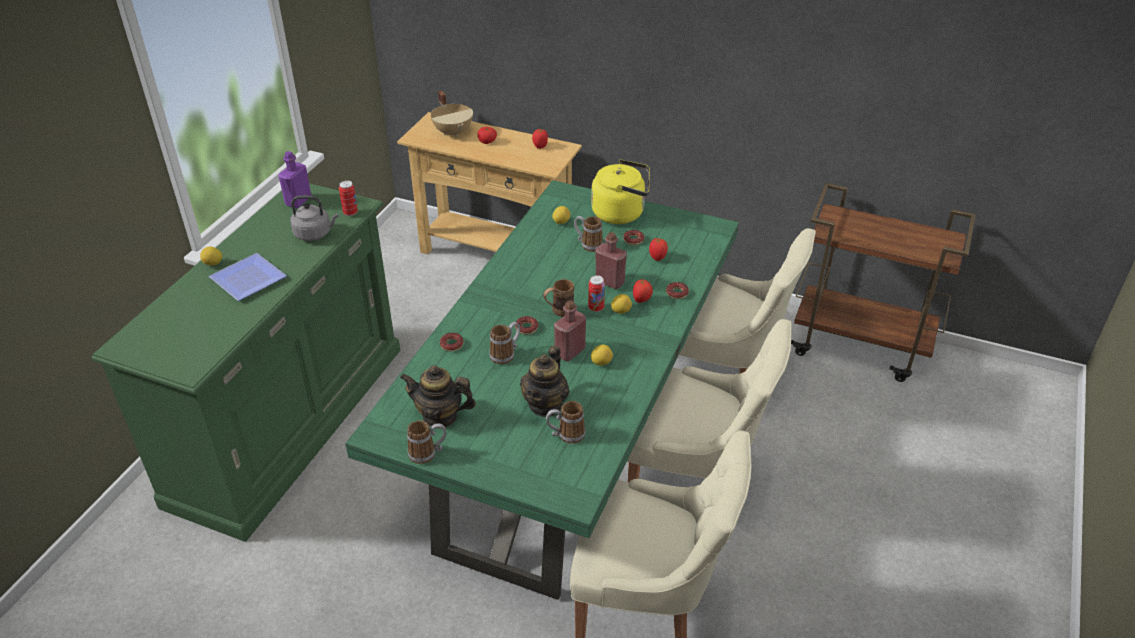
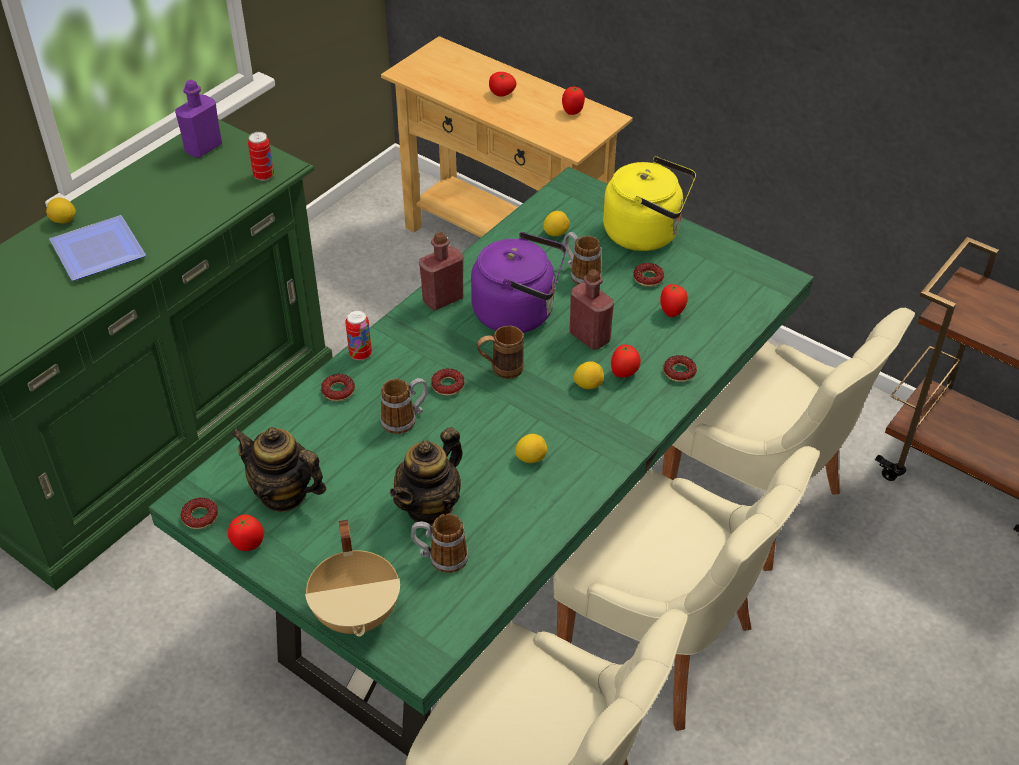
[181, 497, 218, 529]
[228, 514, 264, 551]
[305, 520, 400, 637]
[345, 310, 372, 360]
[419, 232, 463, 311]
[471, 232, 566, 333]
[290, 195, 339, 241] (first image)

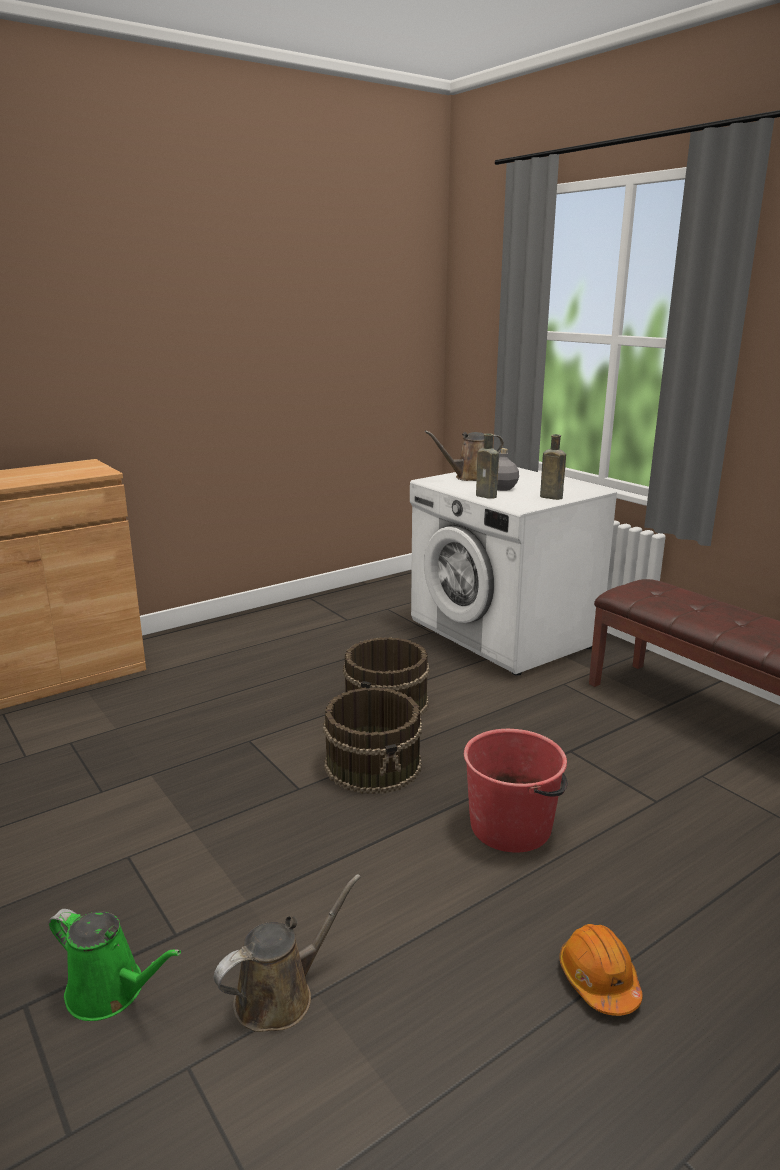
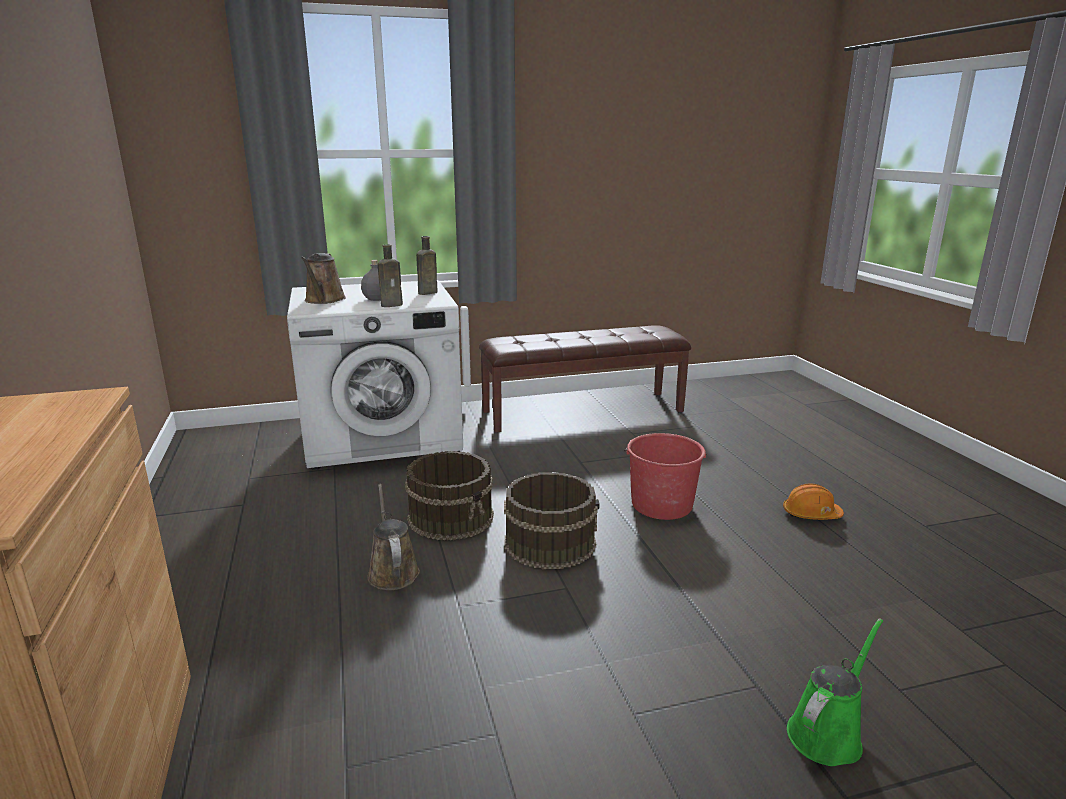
[367, 484, 420, 590]

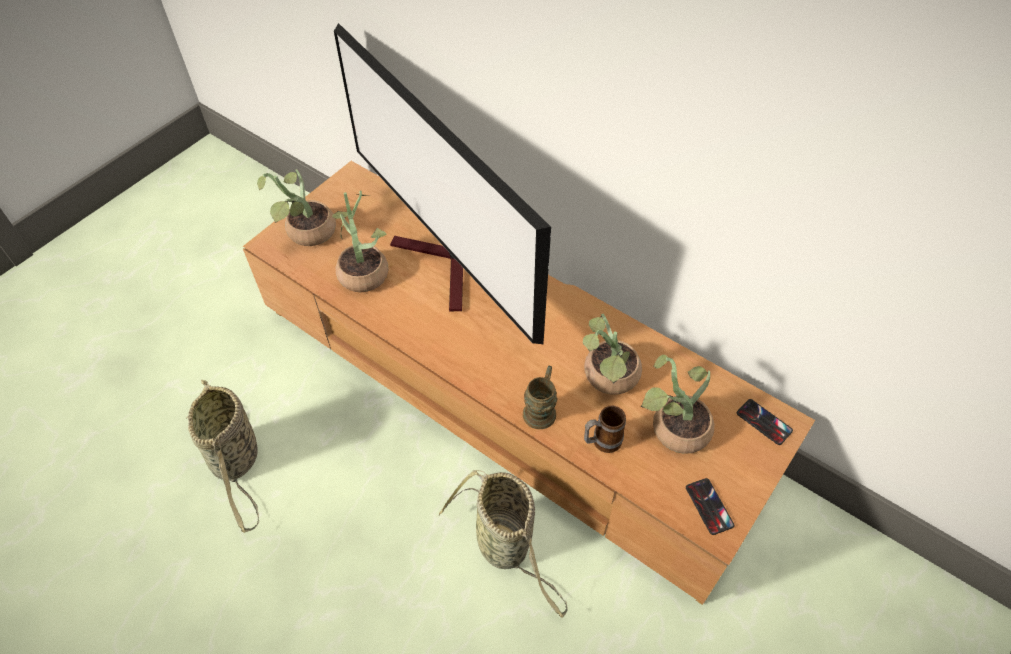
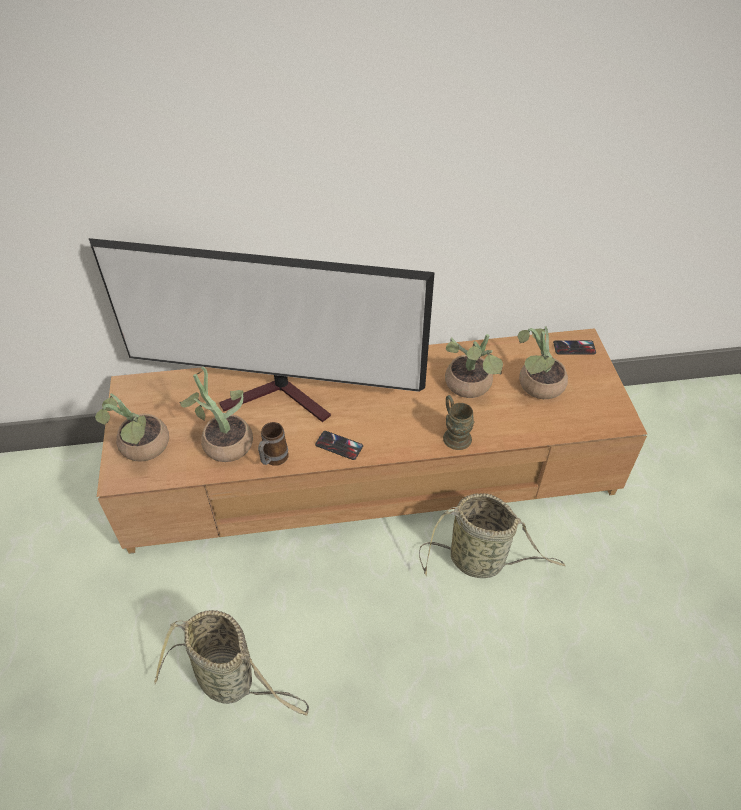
[258, 422, 289, 466]
[315, 431, 363, 460]

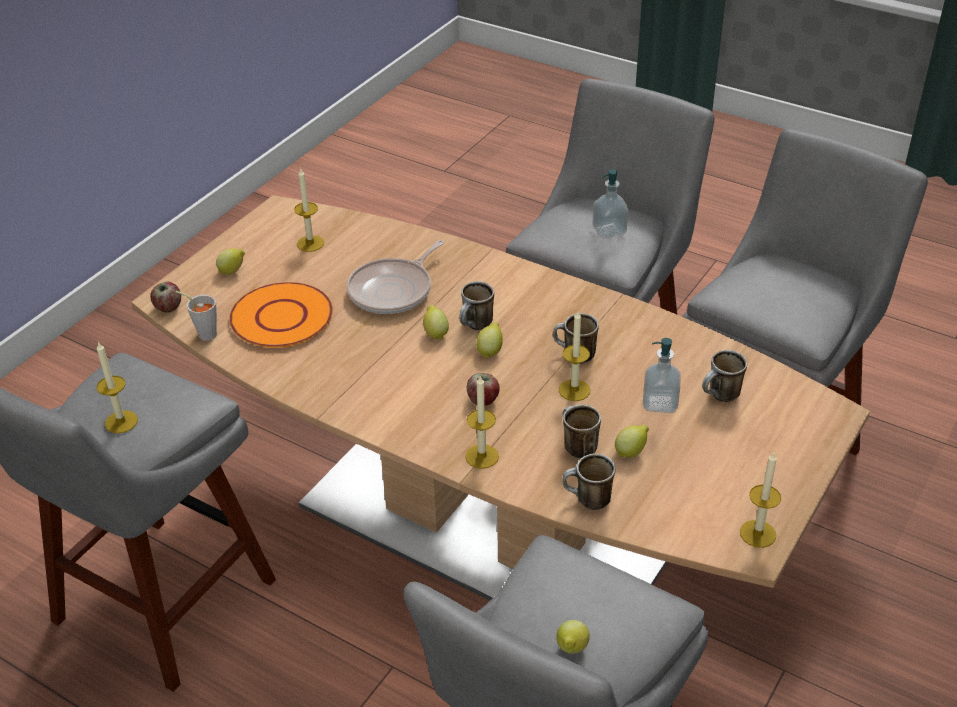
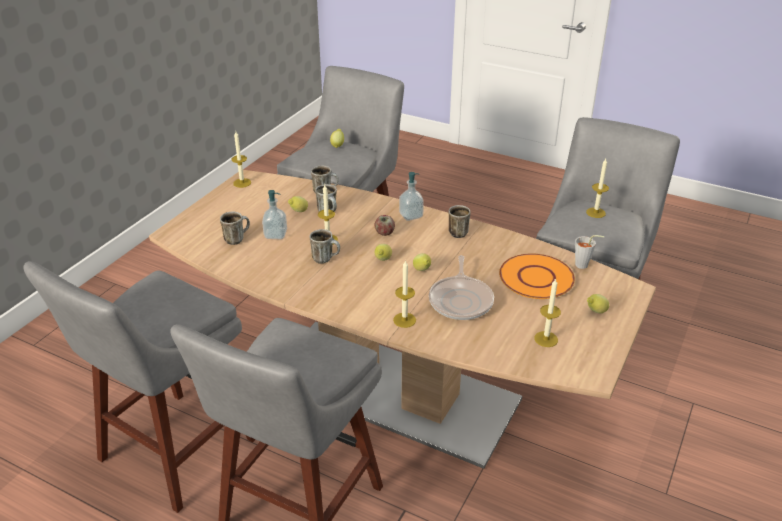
[393, 260, 416, 328]
[399, 172, 424, 221]
[429, 255, 494, 320]
[448, 205, 471, 238]
[150, 282, 181, 312] (first image)

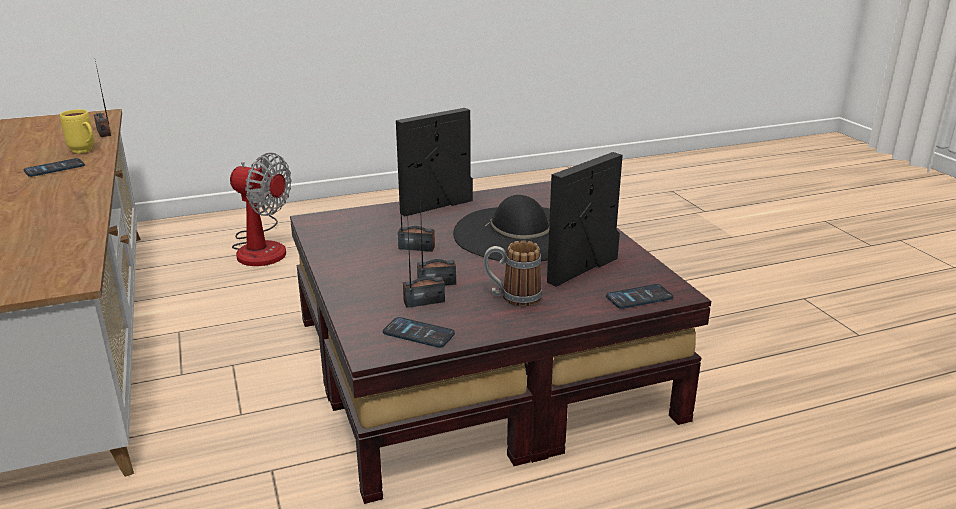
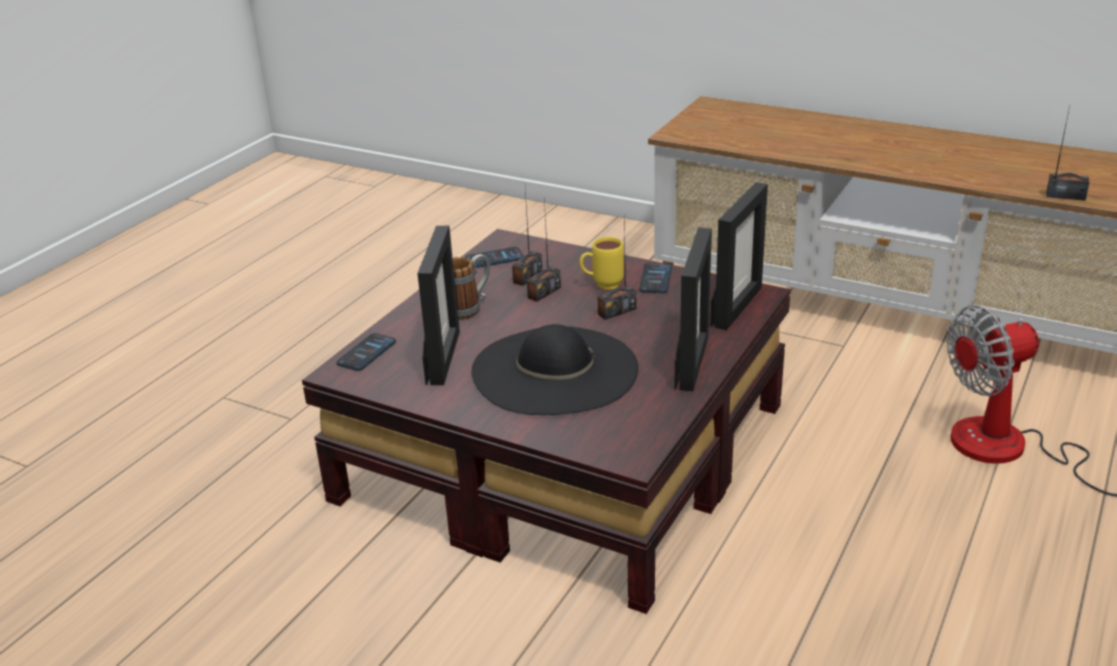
[579, 237, 624, 290]
[639, 263, 672, 293]
[710, 182, 768, 330]

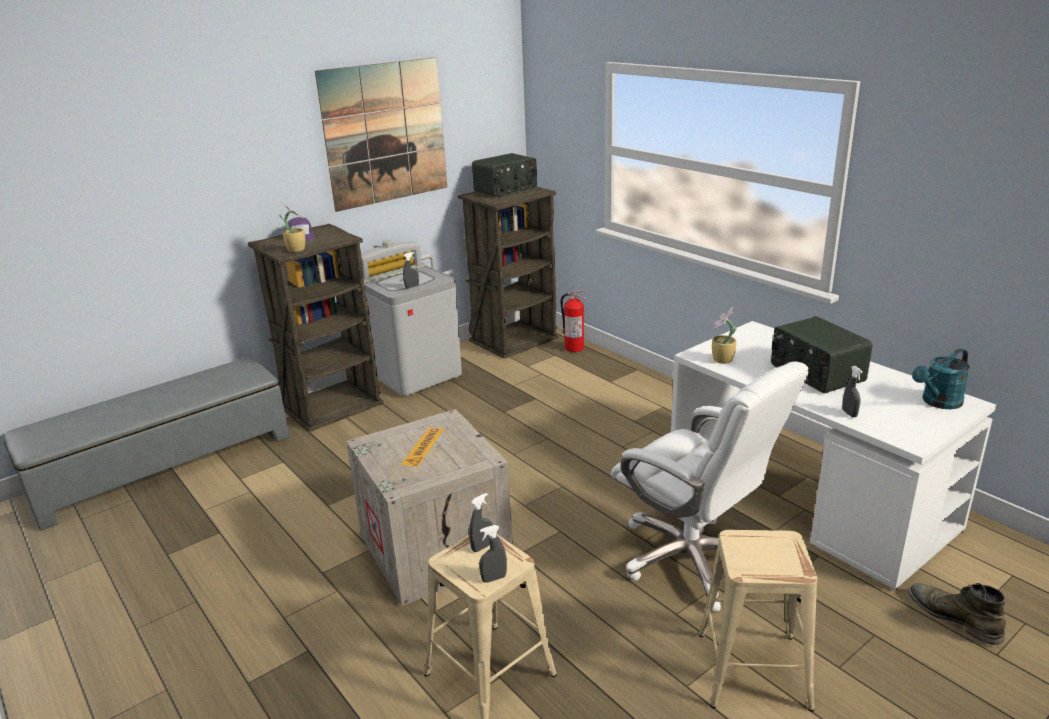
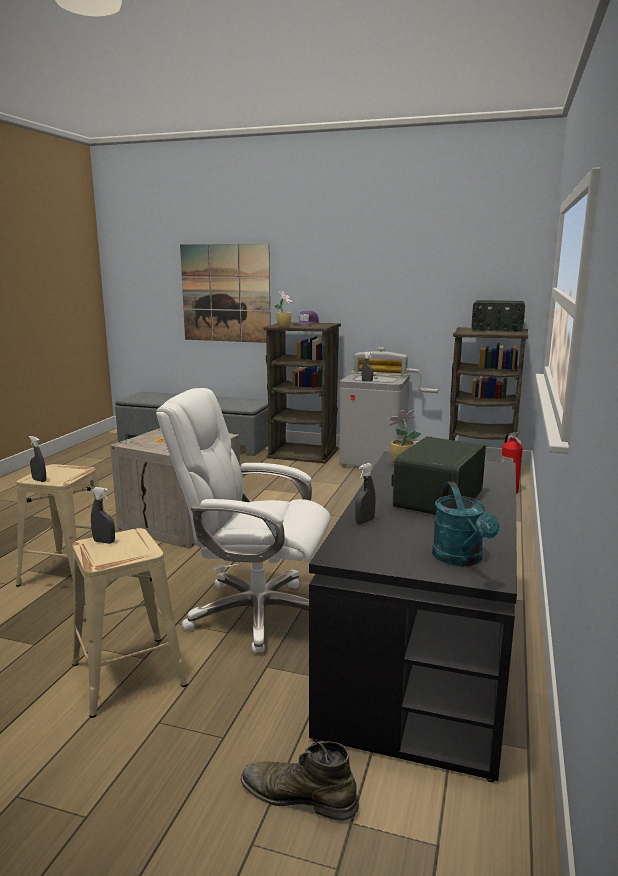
[91, 487, 115, 544]
[156, 388, 331, 653]
[180, 244, 271, 343]
[241, 741, 359, 821]
[309, 451, 517, 782]
[432, 482, 500, 566]

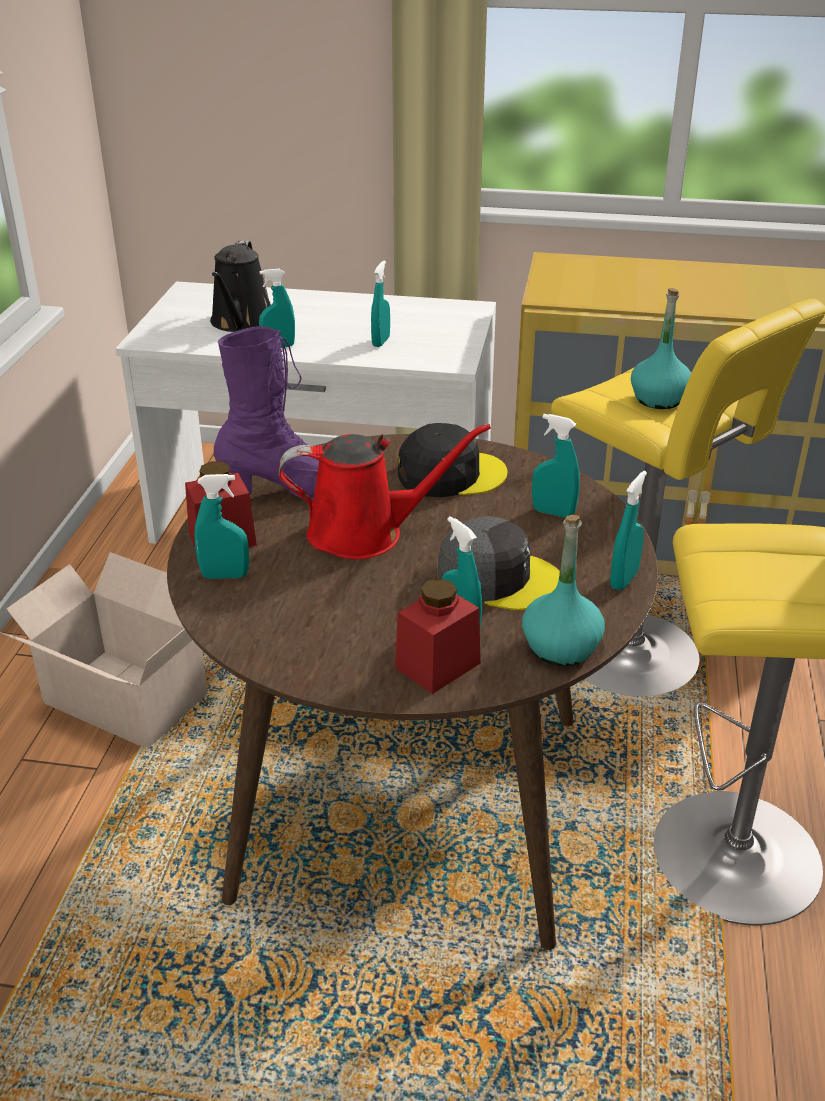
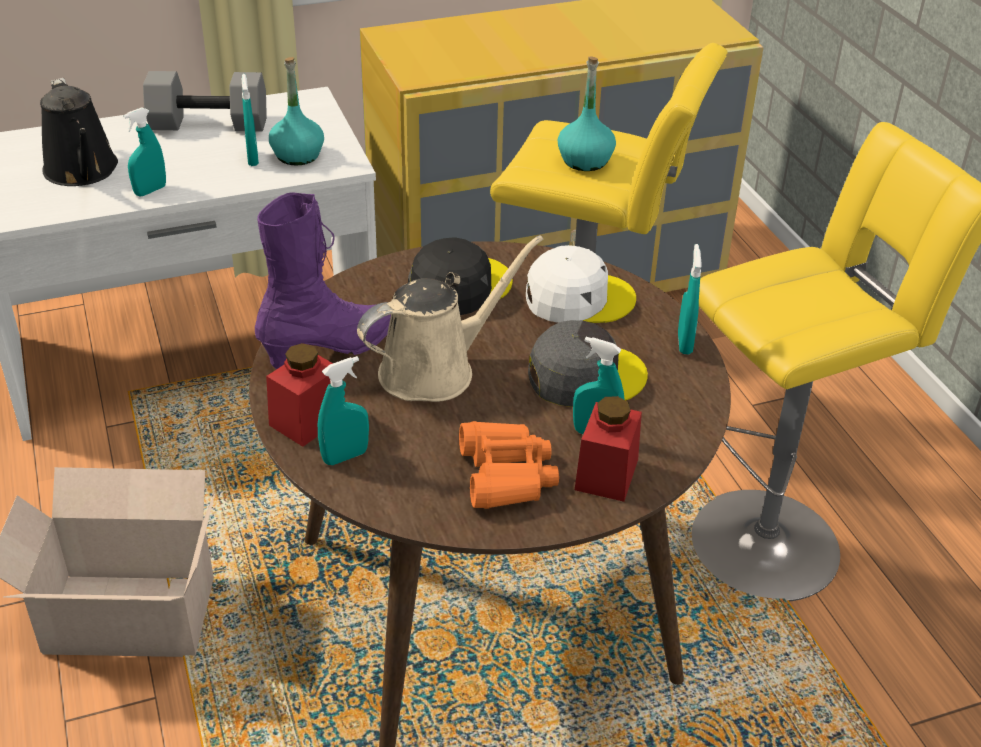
[143, 71, 267, 132]
[269, 57, 324, 165]
[357, 235, 544, 402]
[459, 421, 559, 509]
[526, 245, 636, 323]

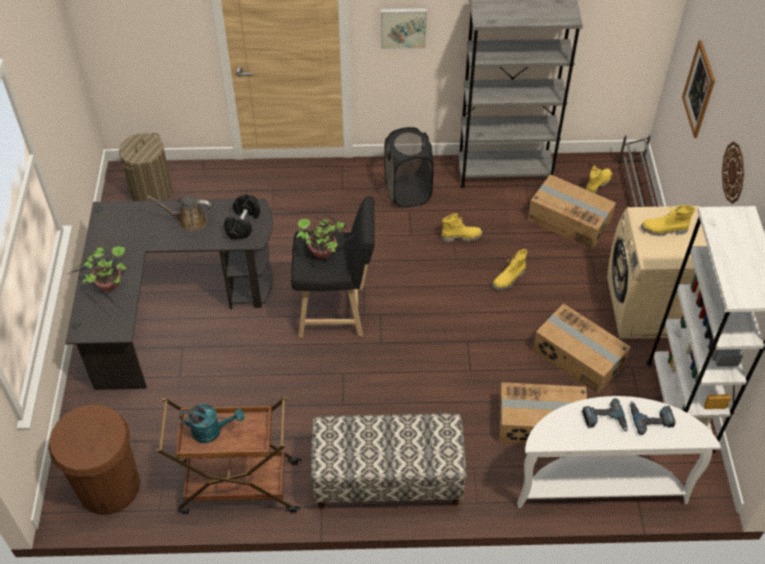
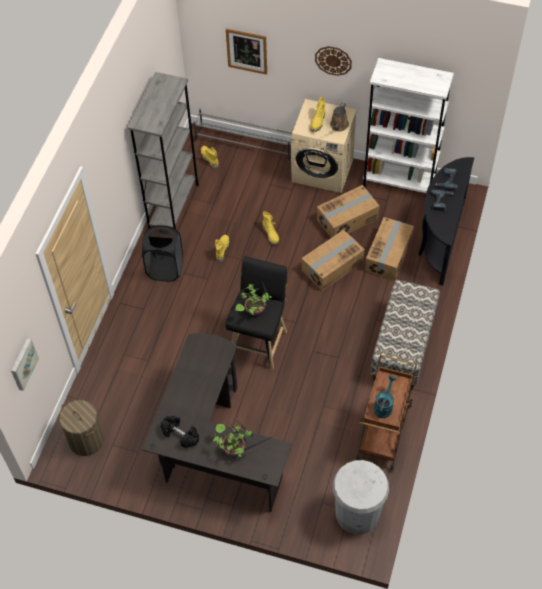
[11, 338, 39, 391]
[161, 416, 199, 448]
[302, 230, 365, 291]
[330, 102, 349, 131]
[332, 460, 389, 535]
[418, 157, 474, 285]

